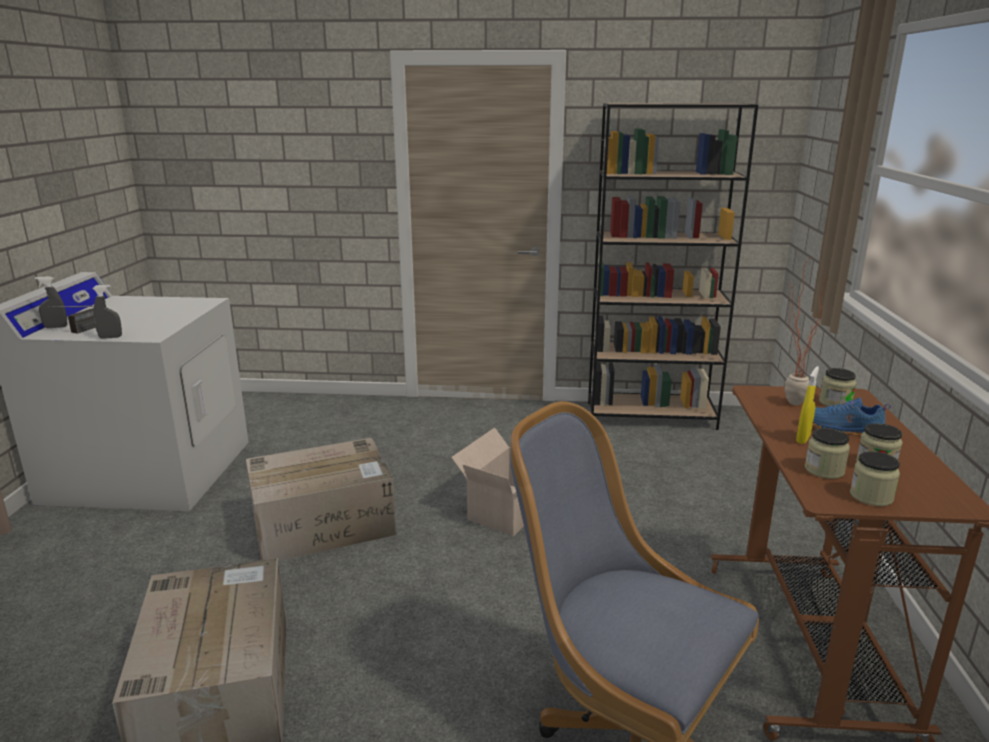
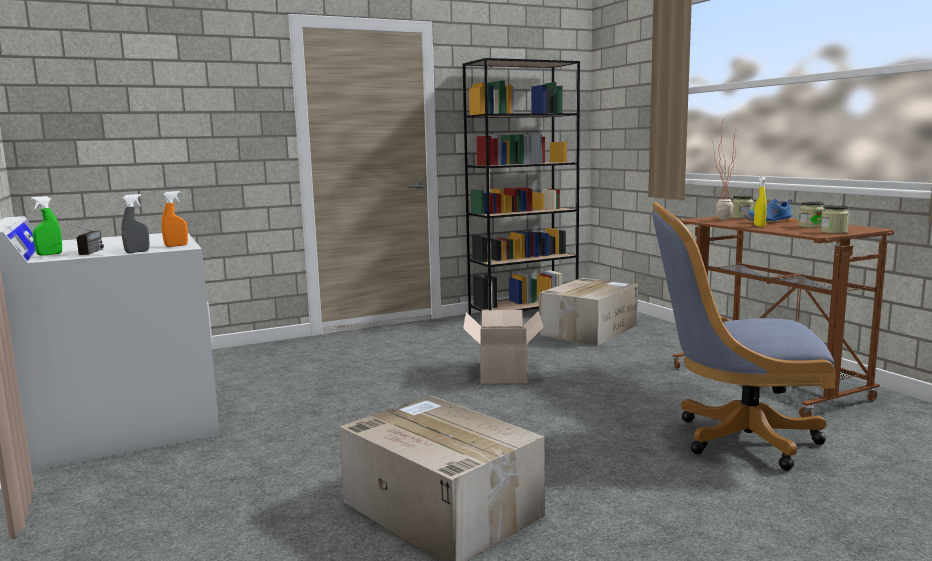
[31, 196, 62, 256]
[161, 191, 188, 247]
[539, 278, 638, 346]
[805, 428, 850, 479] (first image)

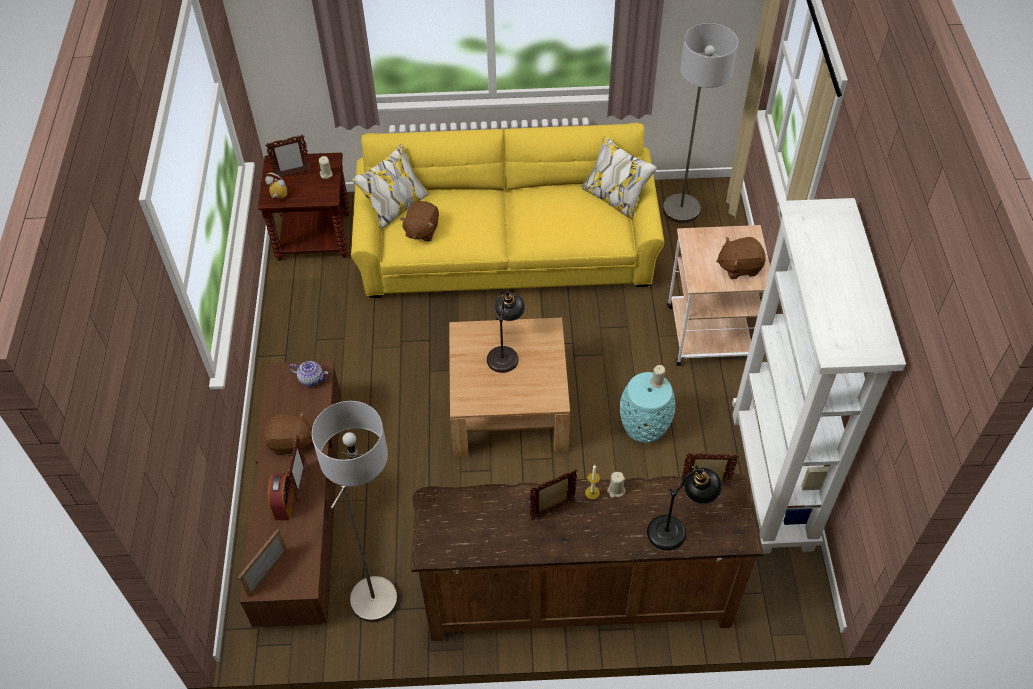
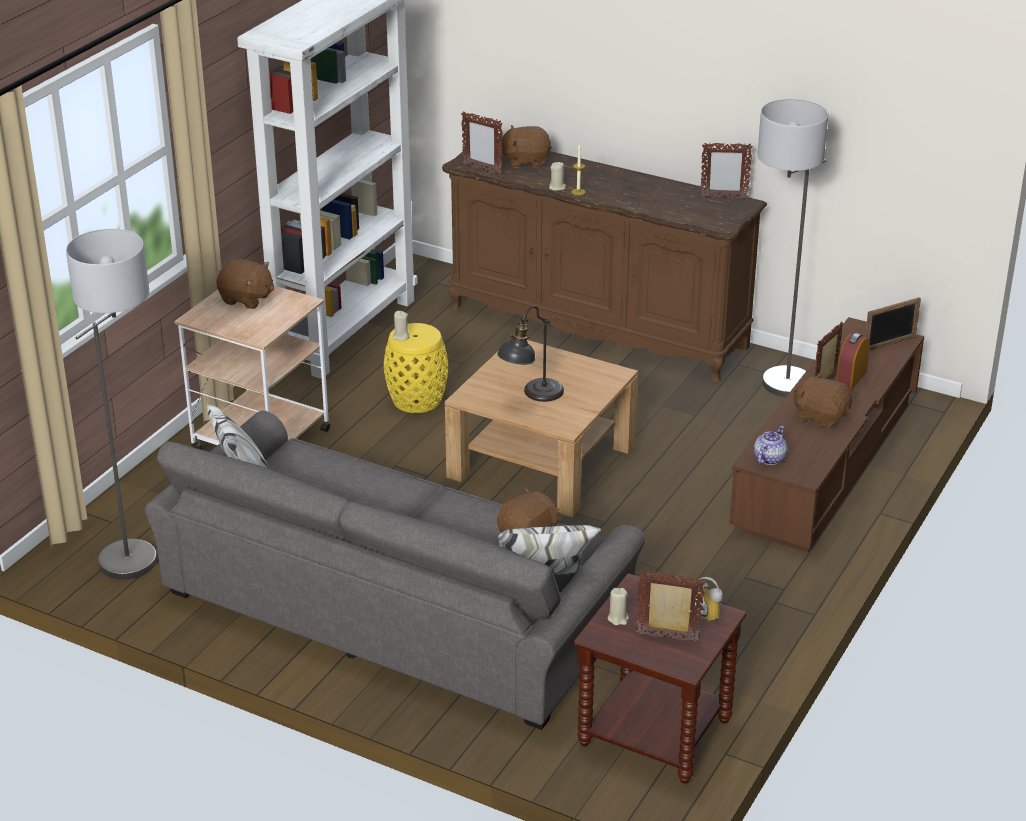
[145, 403, 645, 730]
[384, 323, 448, 413]
[499, 125, 552, 168]
[700, 143, 753, 200]
[754, 426, 787, 465]

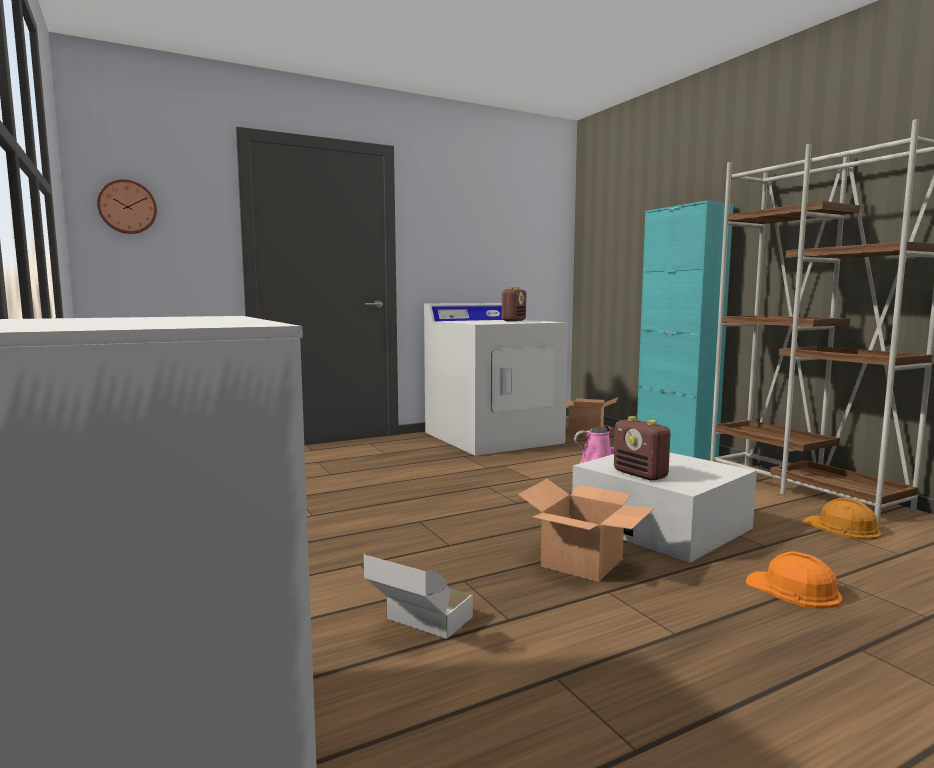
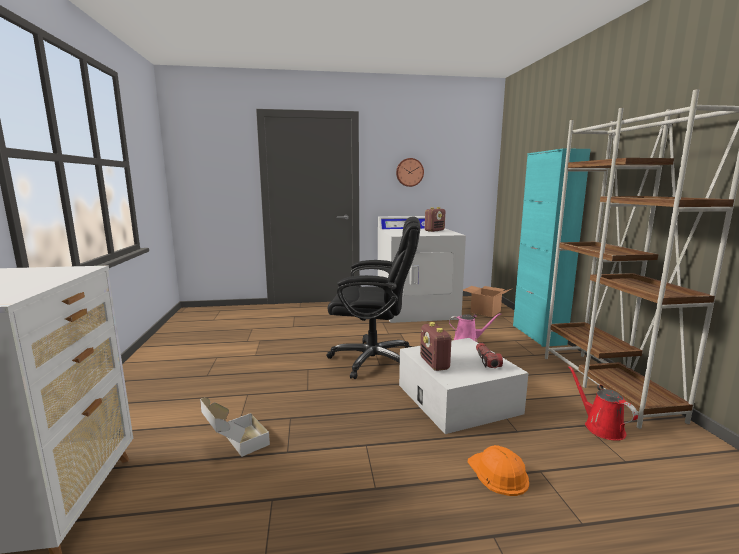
[326, 217, 420, 379]
[396, 158, 424, 187]
[476, 343, 503, 368]
[568, 366, 638, 441]
[518, 479, 654, 582] (first image)

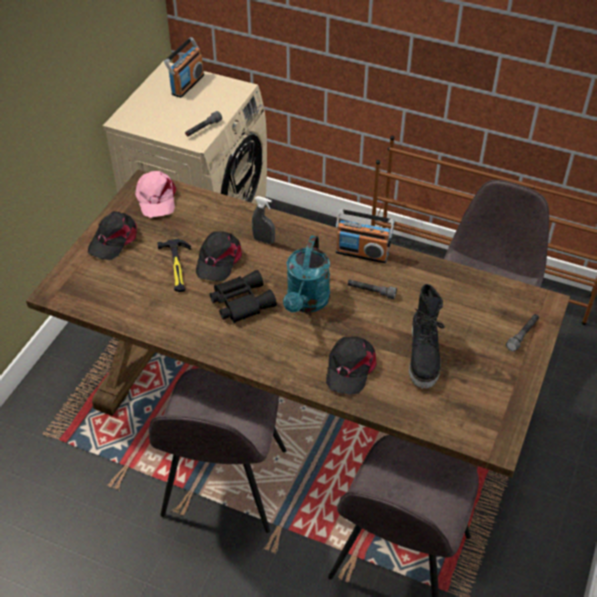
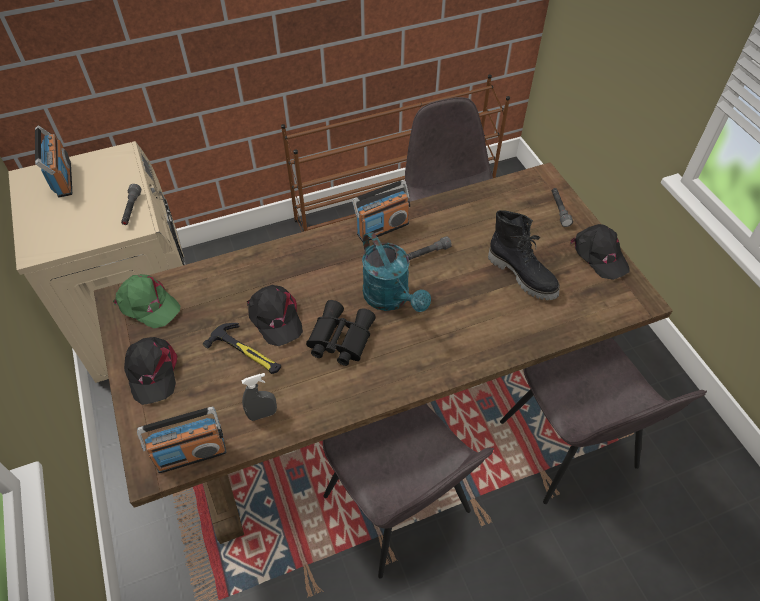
[113, 274, 180, 328]
[137, 406, 227, 473]
[242, 373, 277, 421]
[570, 224, 630, 280]

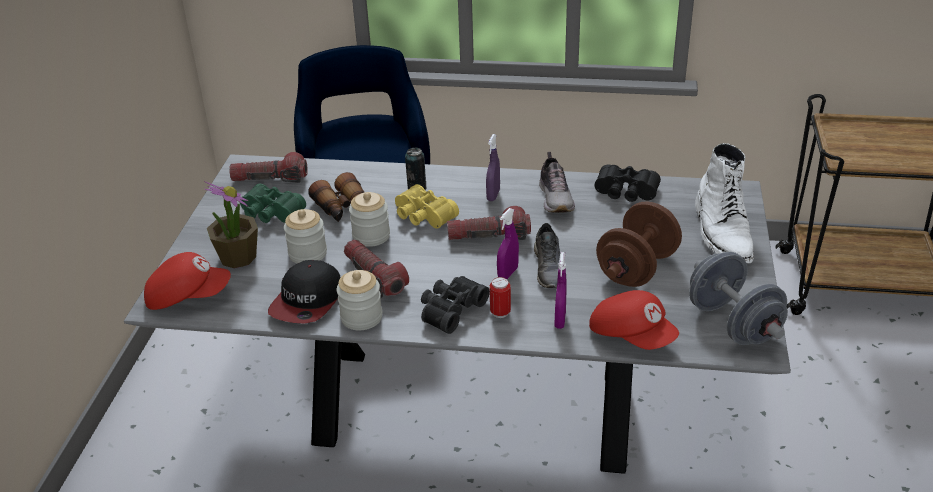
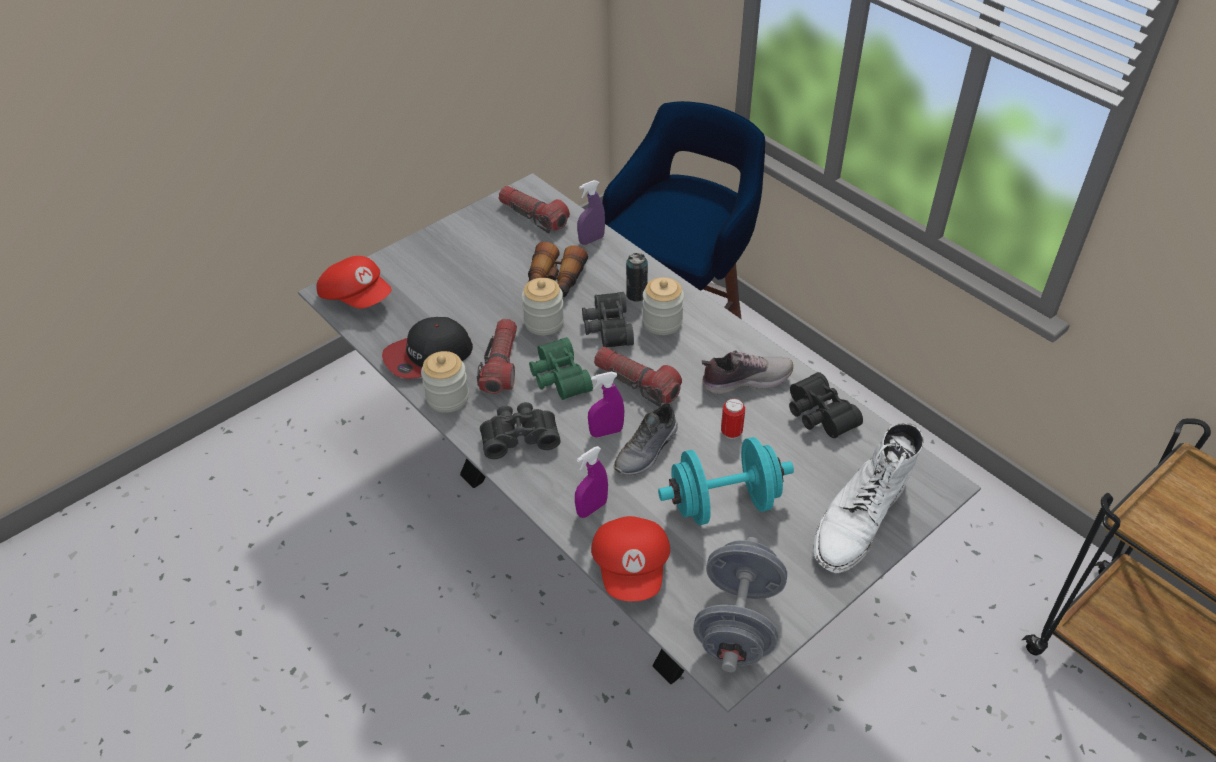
[529, 337, 593, 400]
[577, 180, 605, 245]
[582, 292, 634, 347]
[642, 277, 684, 335]
[658, 437, 794, 525]
[702, 350, 793, 394]
[721, 398, 745, 439]
[204, 181, 258, 268] (first image)

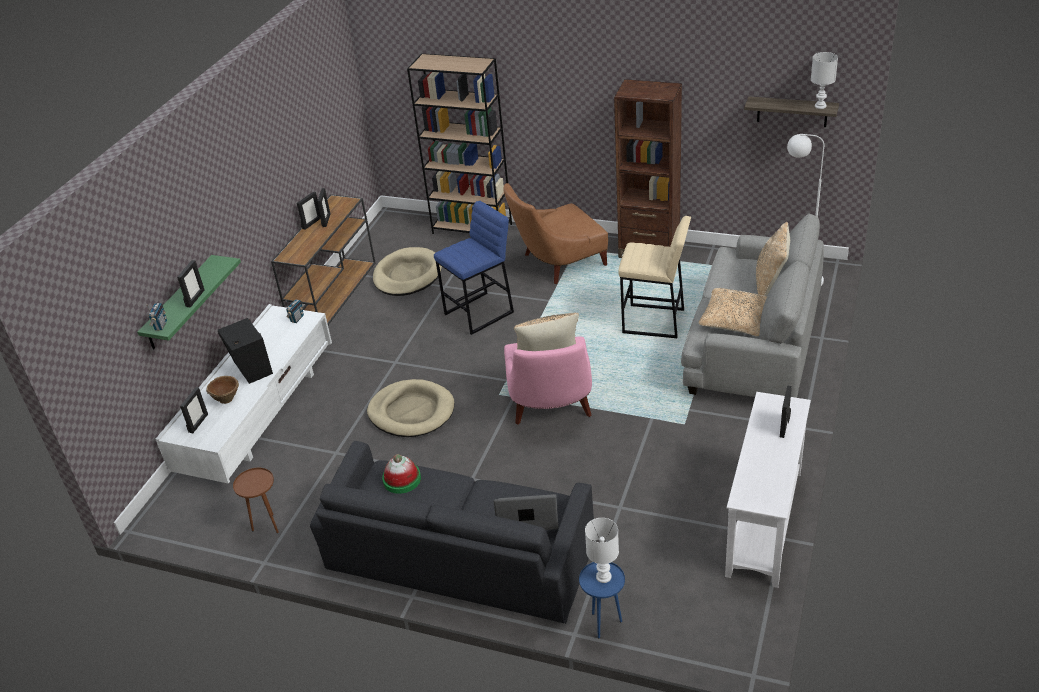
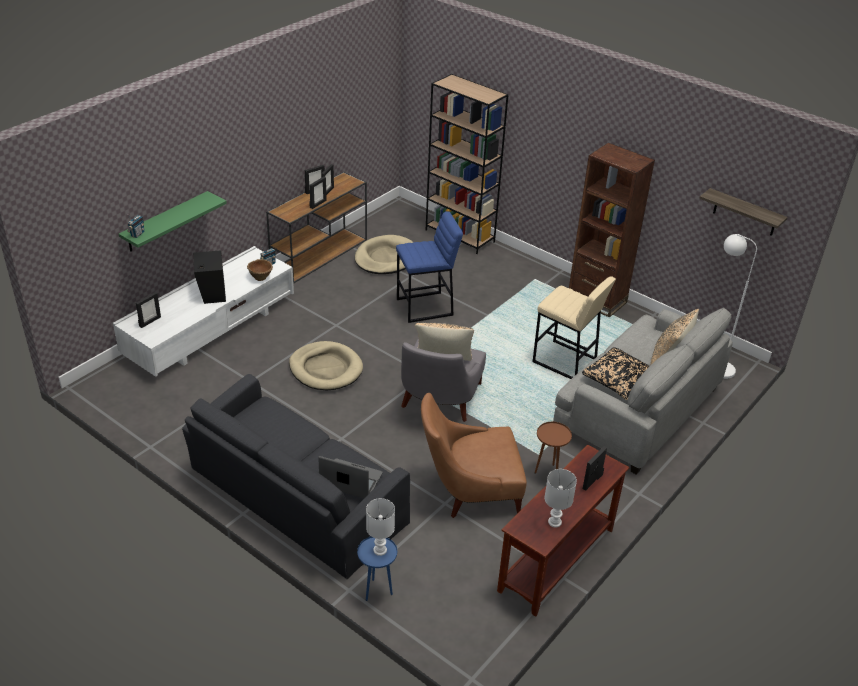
[247, 259, 273, 281]
[309, 177, 327, 209]
[401, 339, 486, 422]
[421, 393, 527, 518]
[497, 445, 630, 617]
[534, 422, 572, 474]
[544, 469, 577, 527]
[582, 347, 649, 400]
[382, 454, 421, 494] (first image)

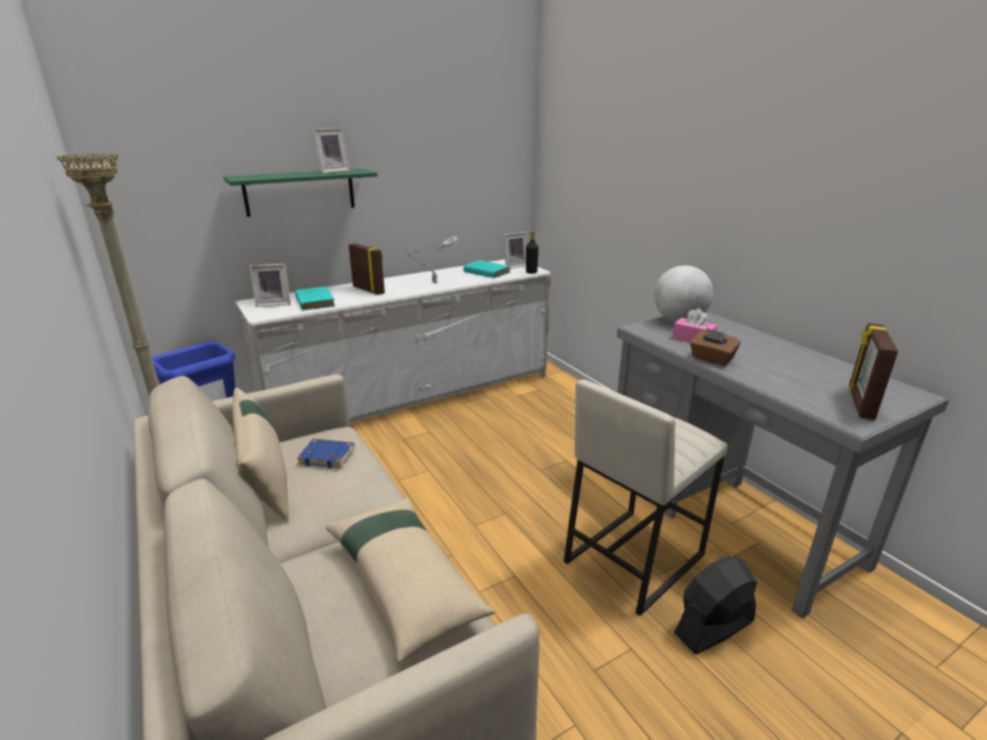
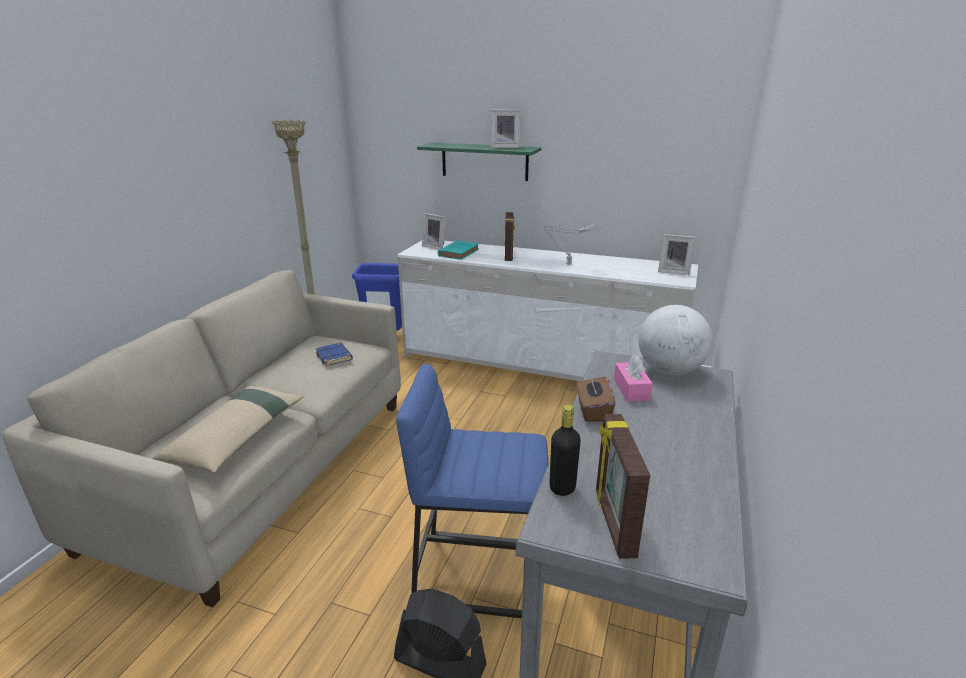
[396, 364, 548, 618]
[549, 405, 581, 496]
[596, 414, 650, 559]
[232, 388, 289, 521] (first image)
[463, 260, 510, 278] (first image)

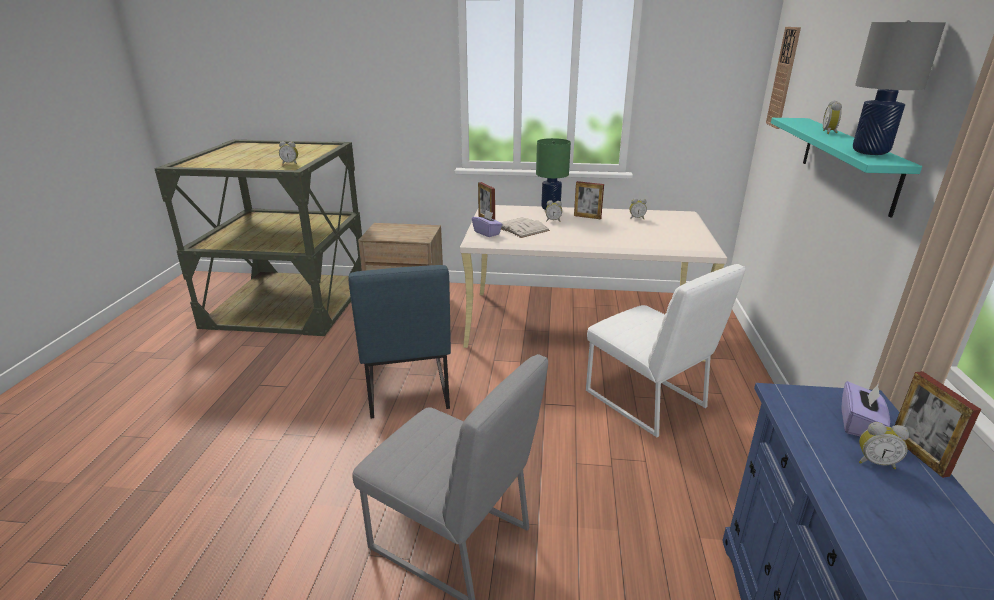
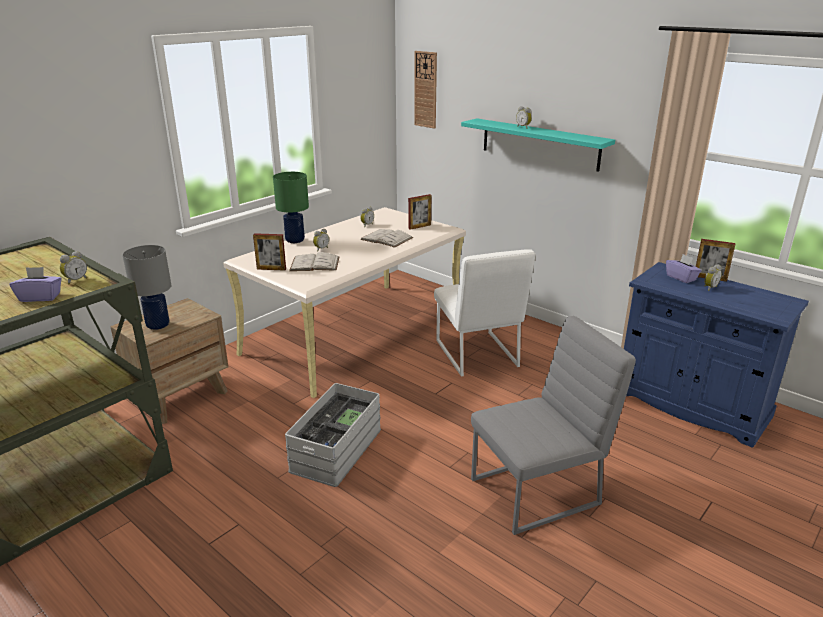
[9, 267, 62, 302]
[122, 245, 171, 330]
[285, 383, 381, 487]
[360, 229, 413, 248]
[408, 194, 431, 230]
[434, 249, 535, 376]

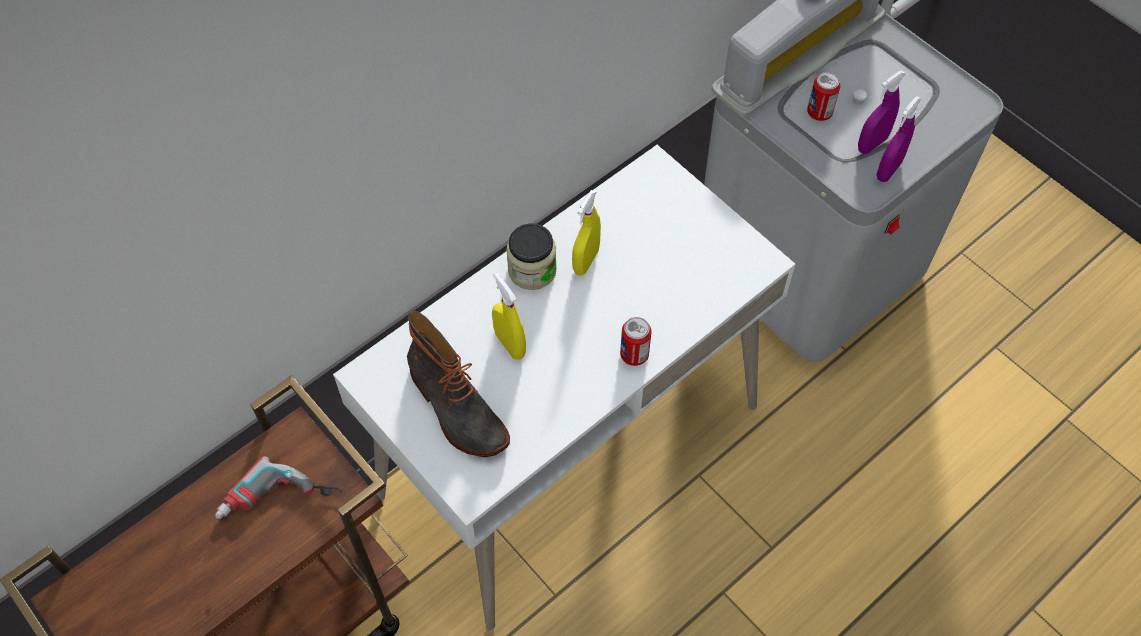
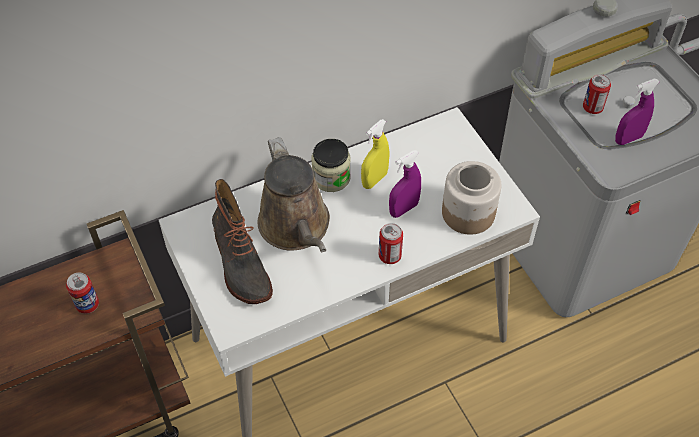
[66, 272, 99, 314]
[258, 137, 330, 252]
[389, 150, 421, 218]
[442, 161, 501, 235]

